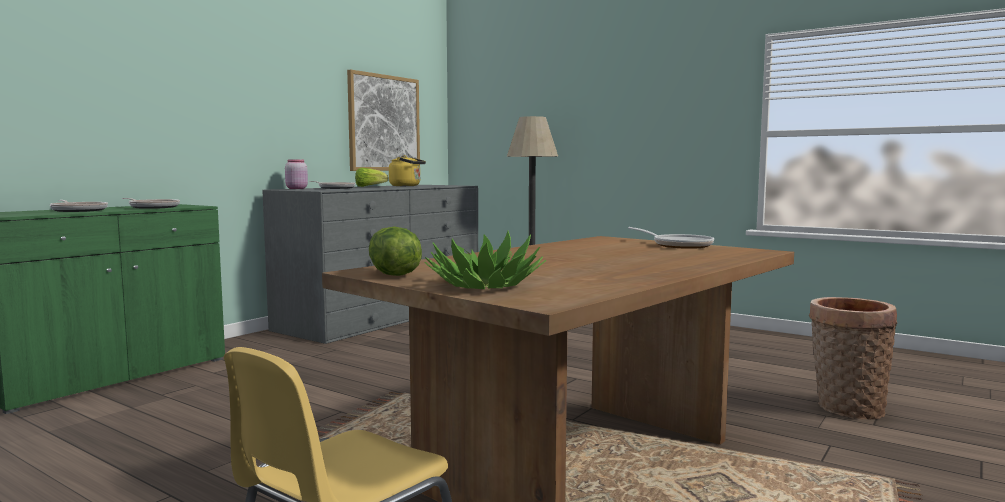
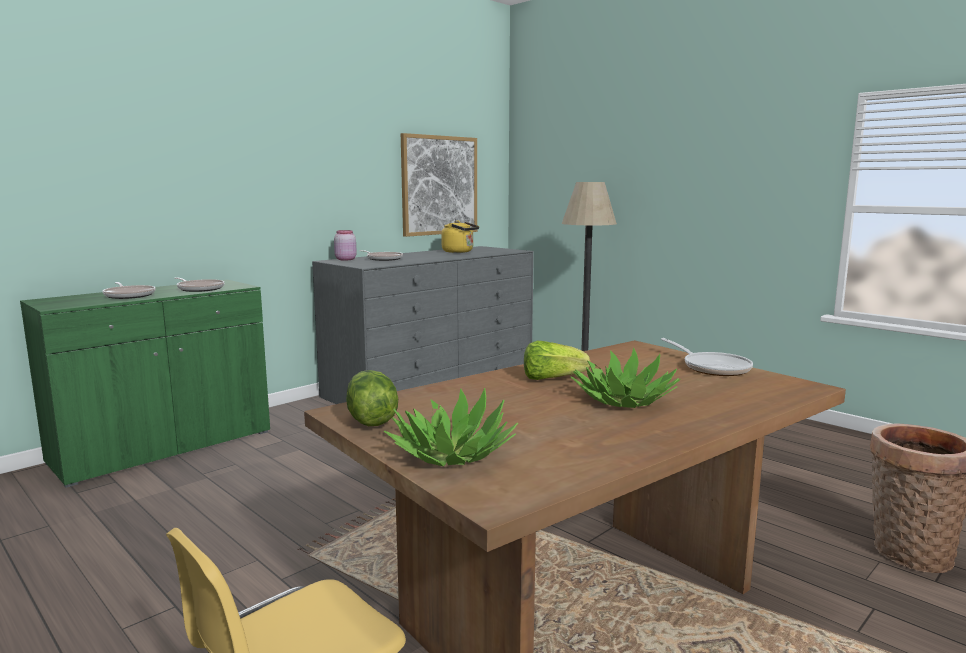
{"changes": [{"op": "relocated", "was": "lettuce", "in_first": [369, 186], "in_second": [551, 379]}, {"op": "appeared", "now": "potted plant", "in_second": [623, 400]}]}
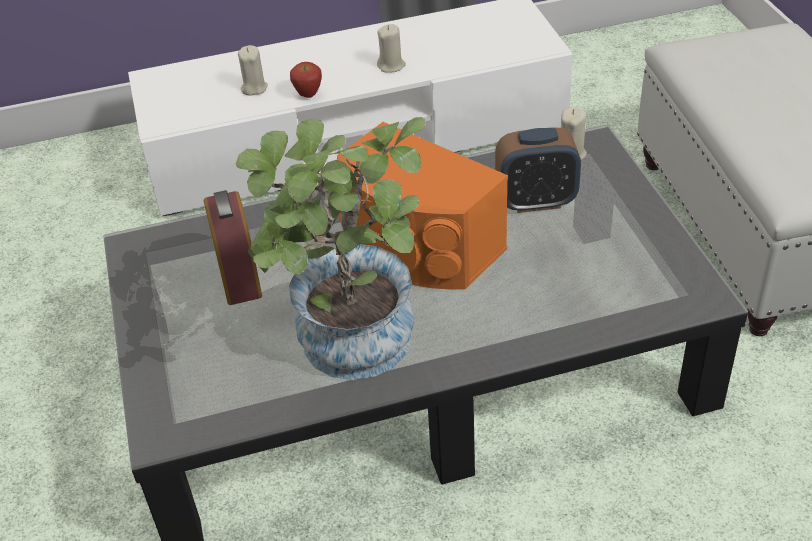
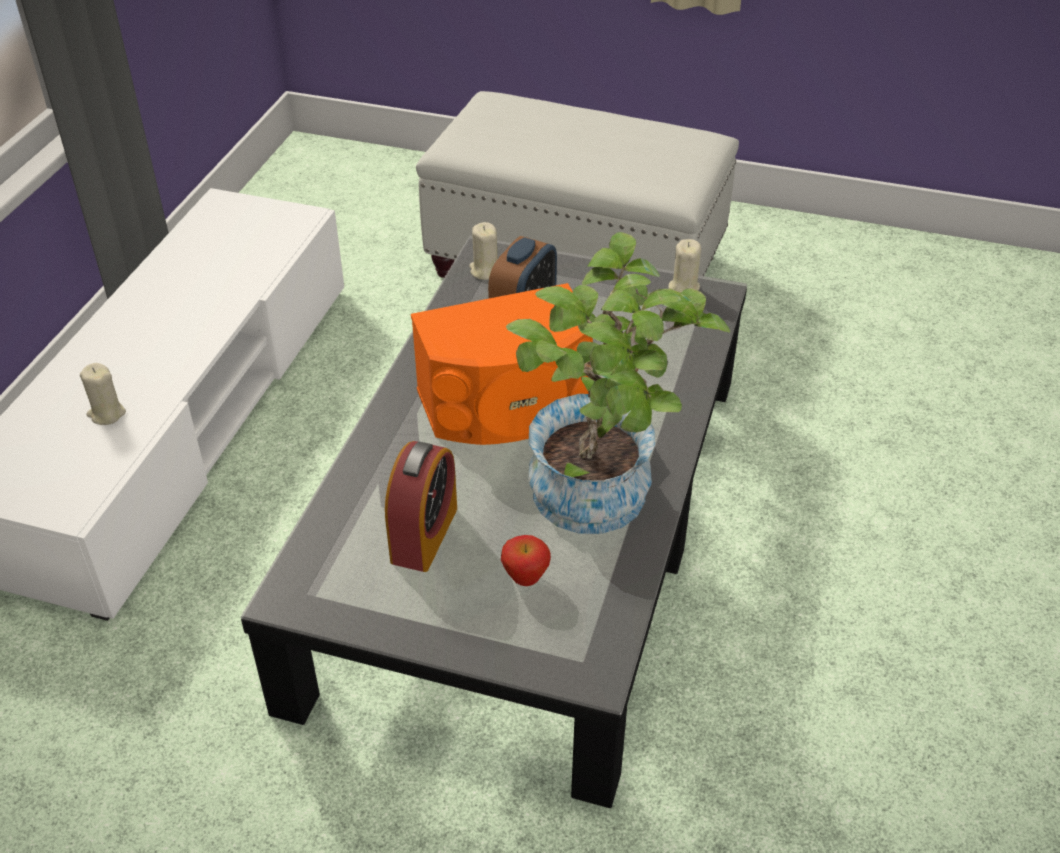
{"changes": [{"op": "relocated", "was": "candle (beige)", "in_first": [391, 66], "in_second": [683, 287]}, {"op": "relocated", "was": "apple", "in_first": [308, 95], "in_second": [525, 579]}, {"op": "spun", "was": "alarm clock", "in_first": [238, 275], "in_second": [424, 534], "clockwise": 90}]}
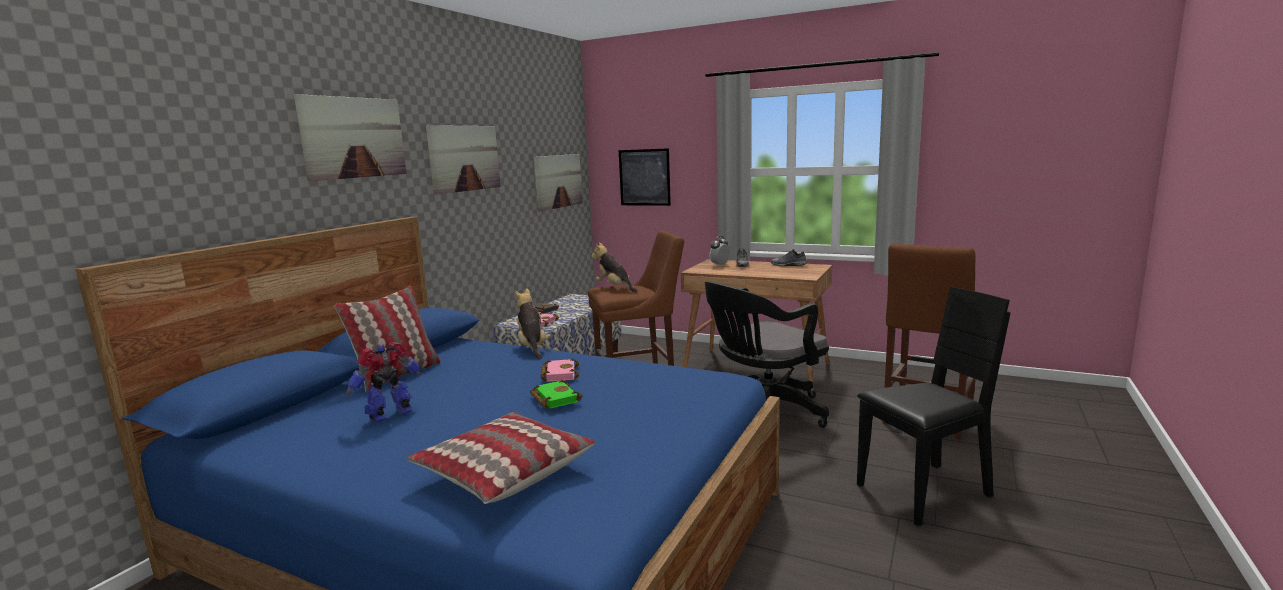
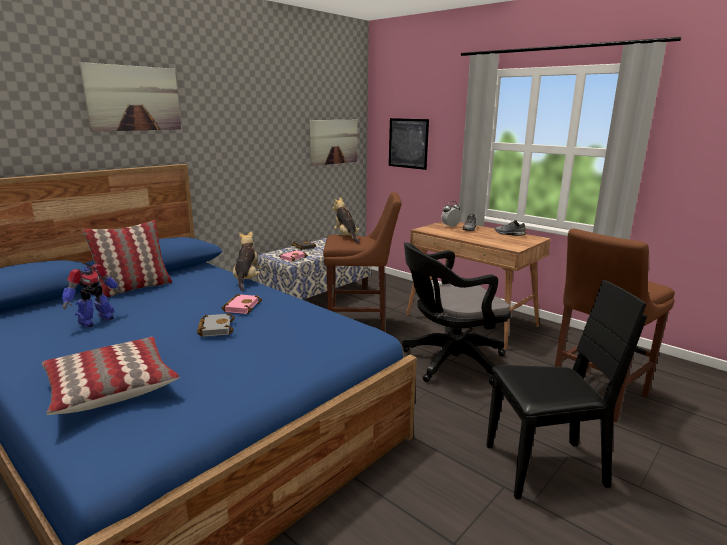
{"changes": [{"op": "missing", "was": "picture", "in_first": [464, 158]}, {"op": "spun", "was": "toy robot", "in_first": [391, 414], "in_second": [95, 320], "clockwise": 150}, {"op": "colour", "was": "book (green)", "now": "book (grey)", "in_first": [553, 398], "in_second": [215, 328]}]}
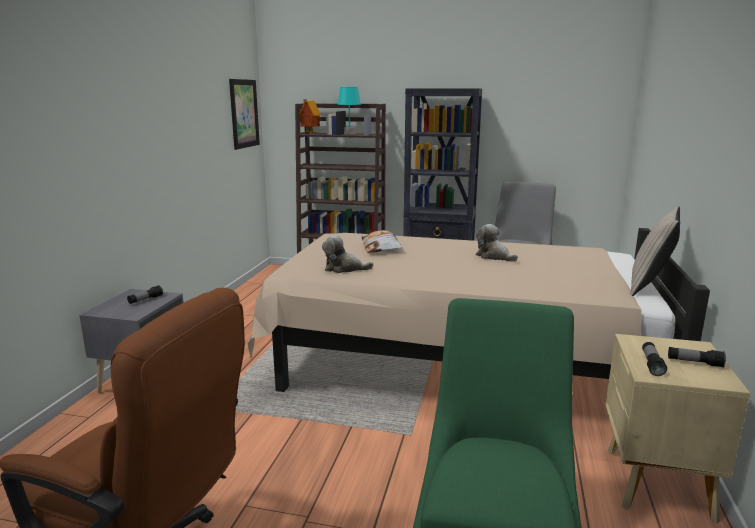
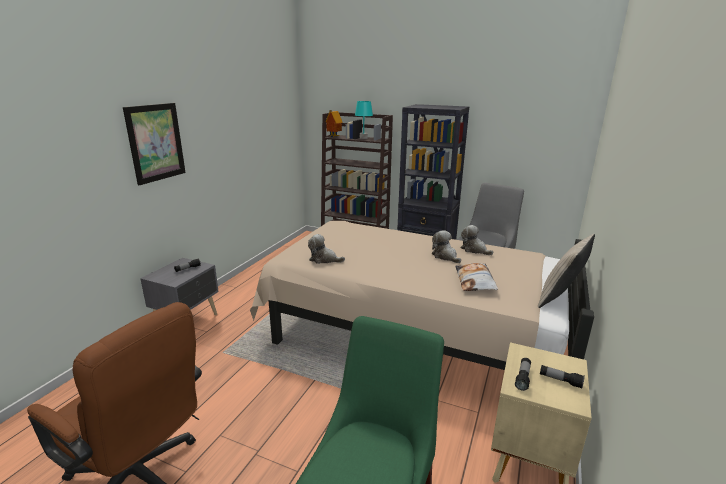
{"changes": [{"op": "relocated", "was": "picture", "in_first": [244, 113], "in_second": [156, 142]}, {"op": "relocated", "was": "pillow", "in_first": [381, 247], "in_second": [475, 281]}, {"op": "appeared", "now": "plush toy", "in_second": [474, 250]}]}
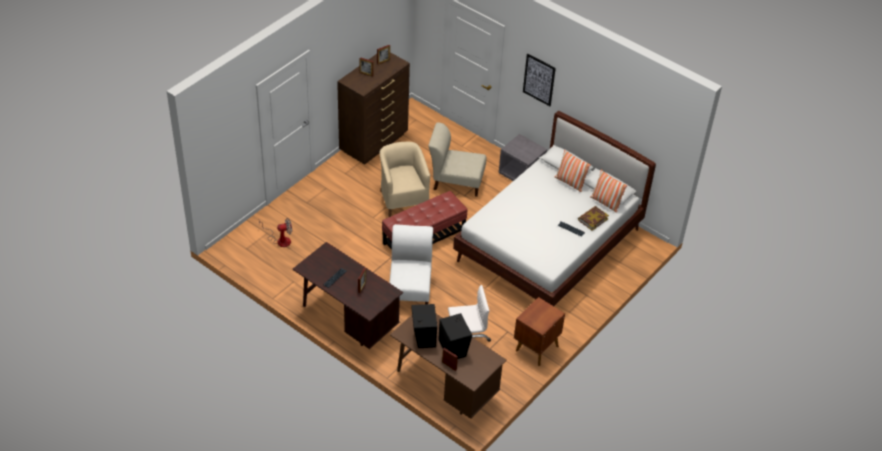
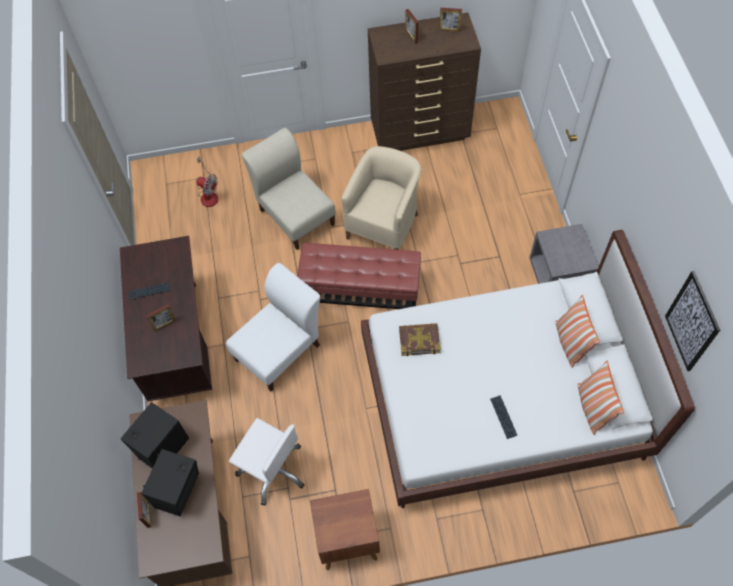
{"changes": [{"op": "relocated", "was": "picture", "in_first": [539, 79], "in_second": [692, 322]}, {"op": "relocated", "was": "chair (beige)", "in_first": [456, 181], "in_second": [295, 215]}, {"op": "relocated", "was": "book", "in_first": [592, 219], "in_second": [419, 340]}]}
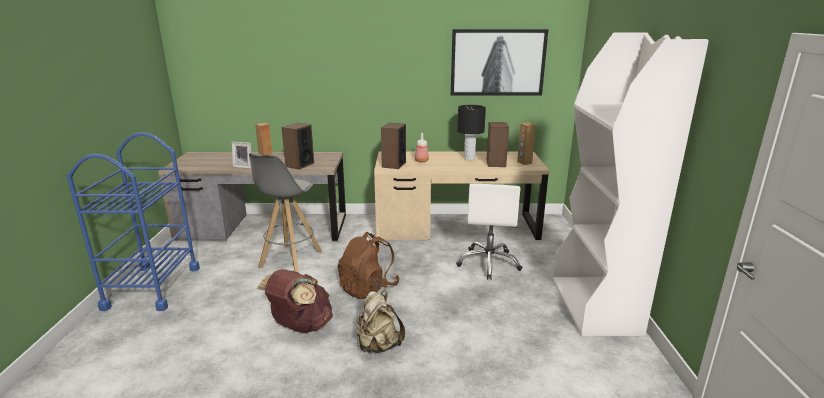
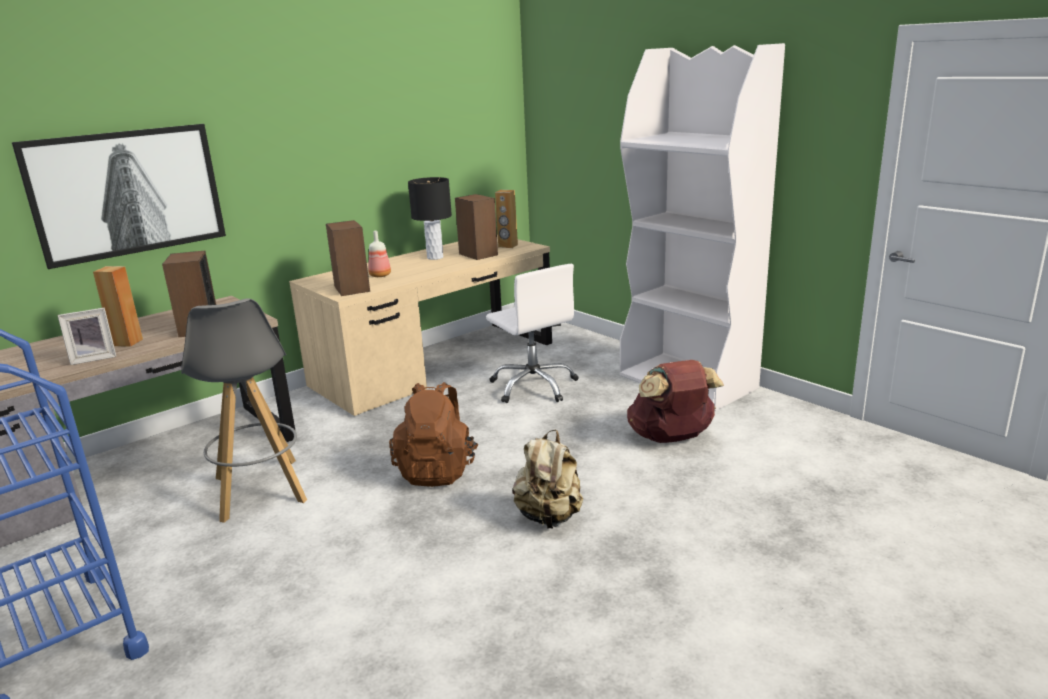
{"changes": [{"op": "relocated", "was": "picture", "in_first": [498, 63], "in_second": [128, 193]}, {"op": "relocated", "was": "backpack (brown)", "in_first": [300, 326], "in_second": [671, 438]}]}
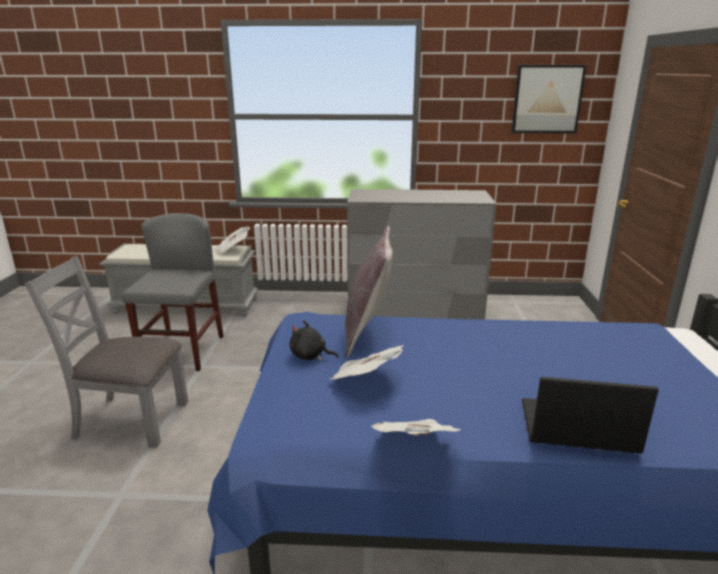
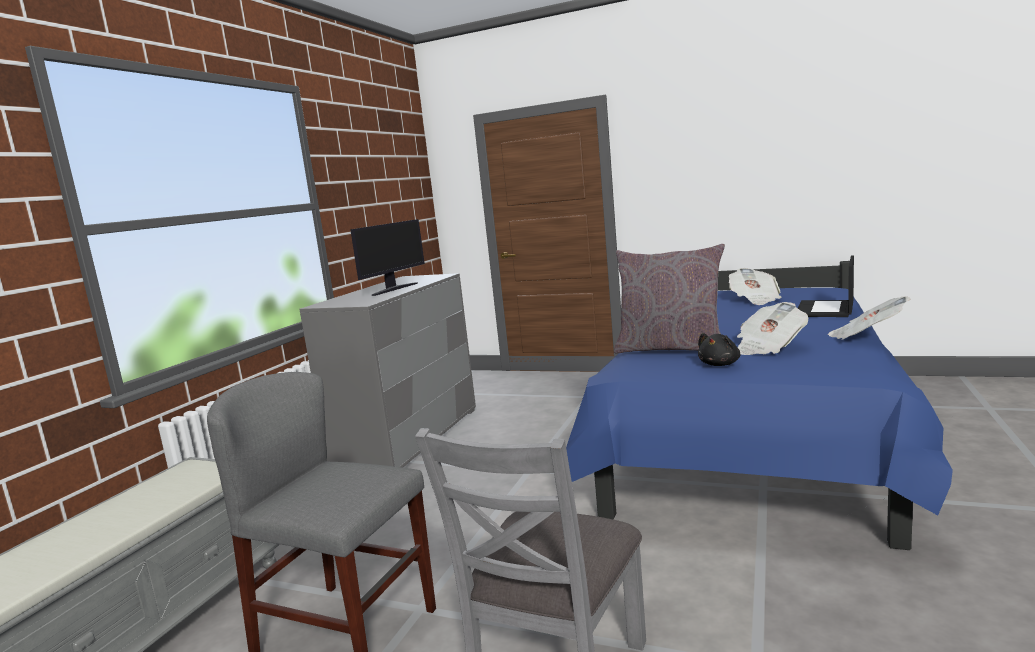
{"changes": [{"op": "missing", "was": "picture", "in_first": [547, 99]}, {"op": "relocated", "was": "newspaper", "in_first": [231, 250], "in_second": [754, 300]}, {"op": "appeared", "now": "monitor", "in_second": [394, 289]}]}
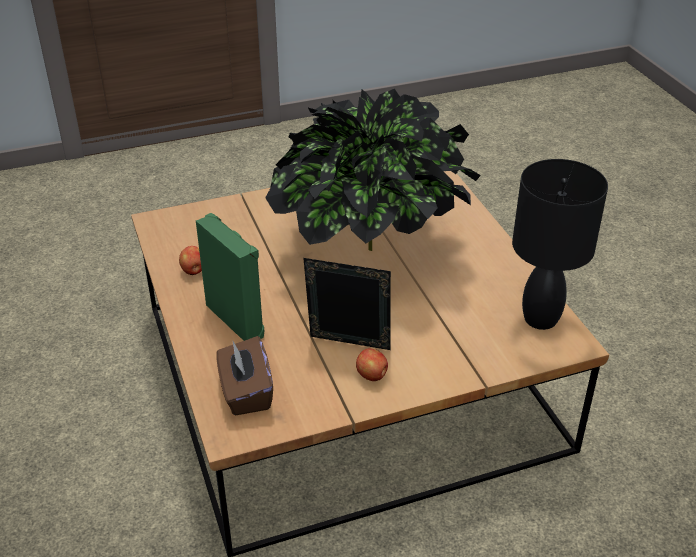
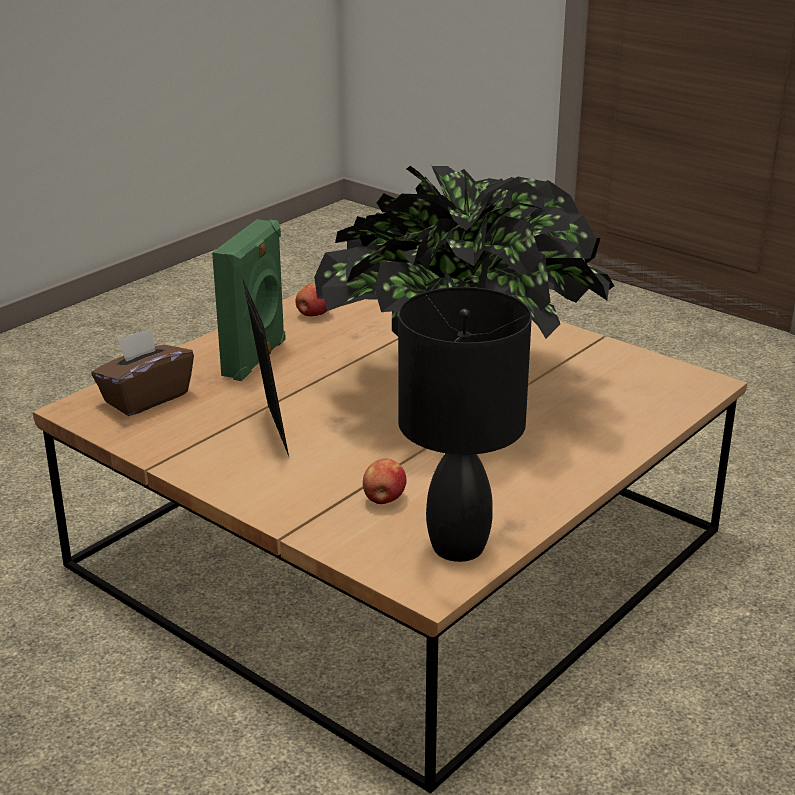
{"changes": [{"op": "relocated", "was": "apple", "in_first": [372, 376], "in_second": [383, 499]}]}
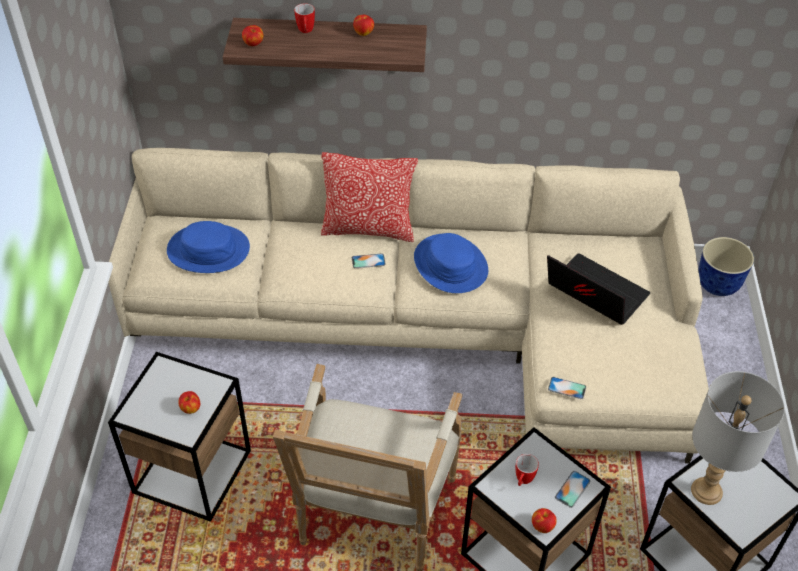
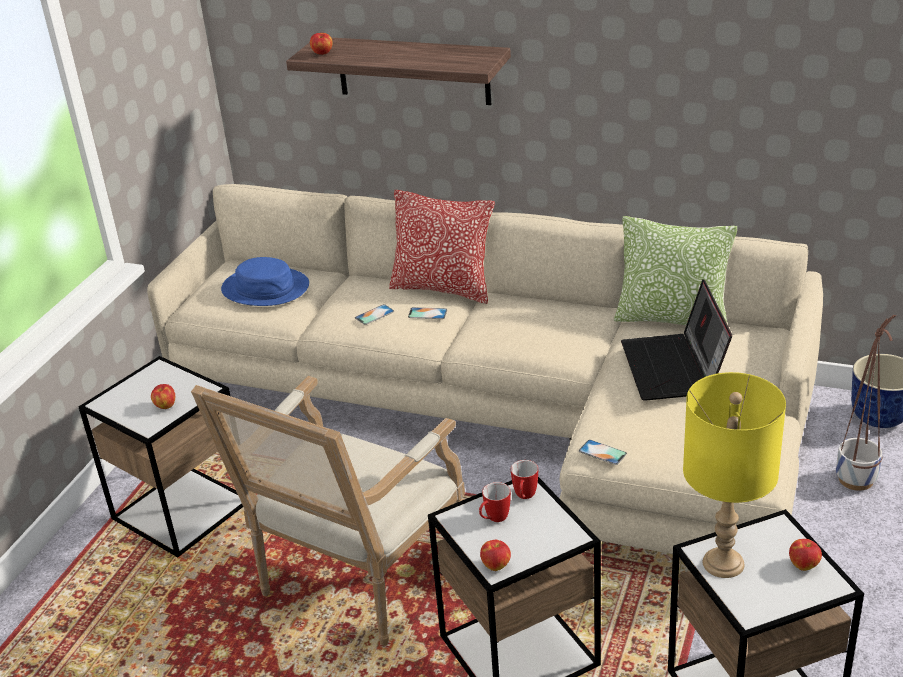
{"changes": [{"op": "relocated", "was": "mug", "in_first": [306, 32], "in_second": [524, 497]}, {"op": "relocated", "was": "apple", "in_first": [364, 33], "in_second": [804, 565]}, {"op": "missing", "was": "hat (blue)", "in_first": [450, 265]}, {"op": "spun", "was": "laptop", "in_first": [593, 294], "in_second": [674, 368], "clockwise": -150}, {"op": "colour", "was": "table lamp (grey)", "now": "table lamp (yellow)", "in_first": [706, 491], "in_second": [722, 563]}, {"op": "relocated", "was": "phone", "in_first": [572, 489], "in_second": [374, 315]}, {"op": "appeared", "now": "pillow", "in_second": [672, 319]}, {"op": "appeared", "now": "planter", "in_second": [856, 479]}]}
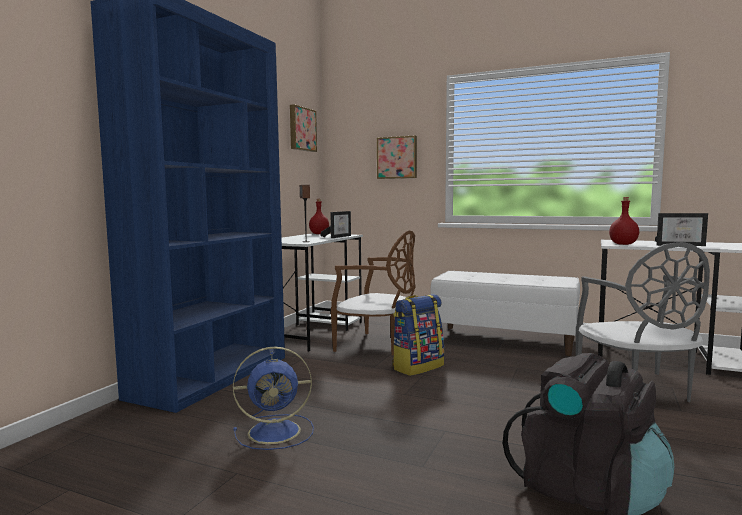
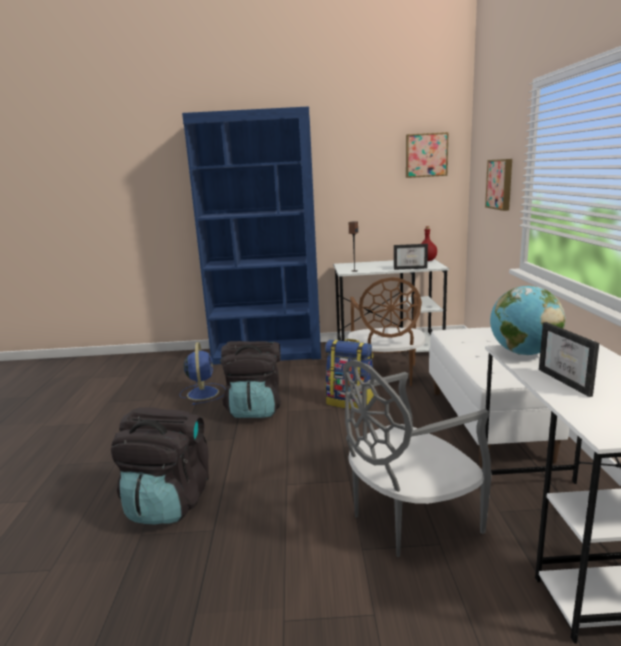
{"changes": [{"op": "exchanged", "was": "bottle (red)", "now": "globe", "in_first": [623, 244], "in_second": [523, 353]}, {"op": "spun", "was": "fan (blue)", "in_first": [277, 431], "in_second": [203, 393], "clockwise": -150}, {"op": "appeared", "now": "backpack (black)", "in_second": [255, 409]}]}
